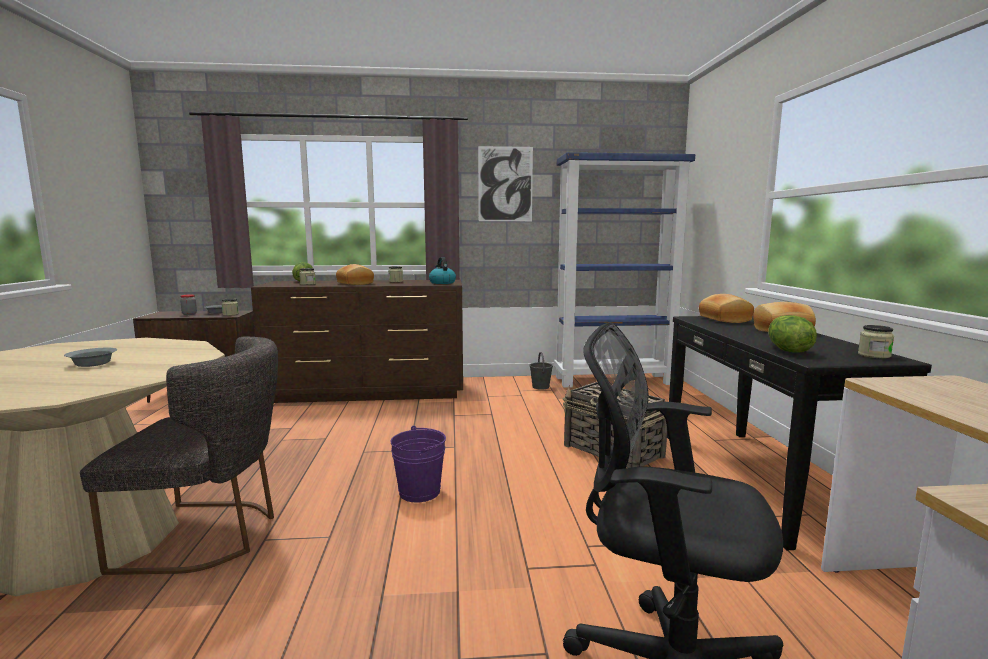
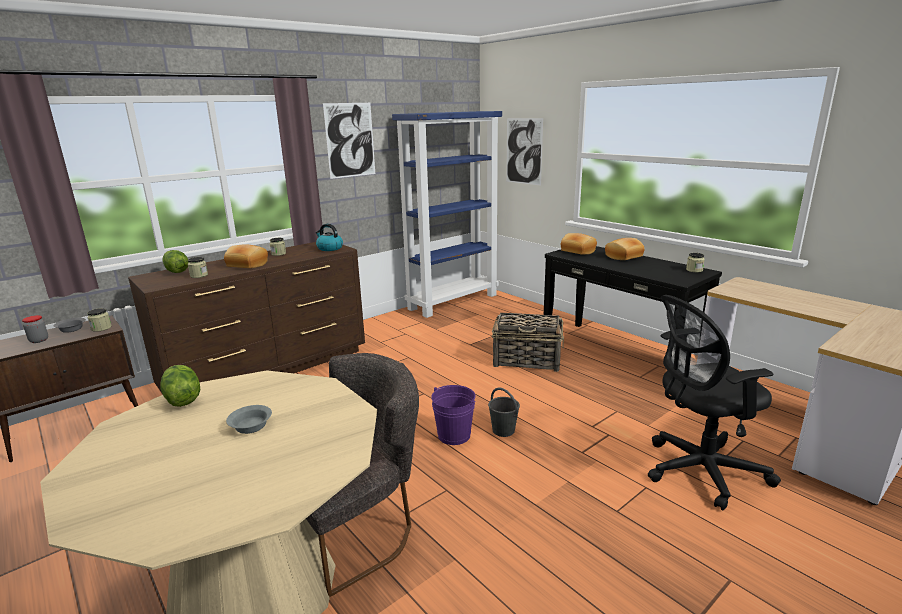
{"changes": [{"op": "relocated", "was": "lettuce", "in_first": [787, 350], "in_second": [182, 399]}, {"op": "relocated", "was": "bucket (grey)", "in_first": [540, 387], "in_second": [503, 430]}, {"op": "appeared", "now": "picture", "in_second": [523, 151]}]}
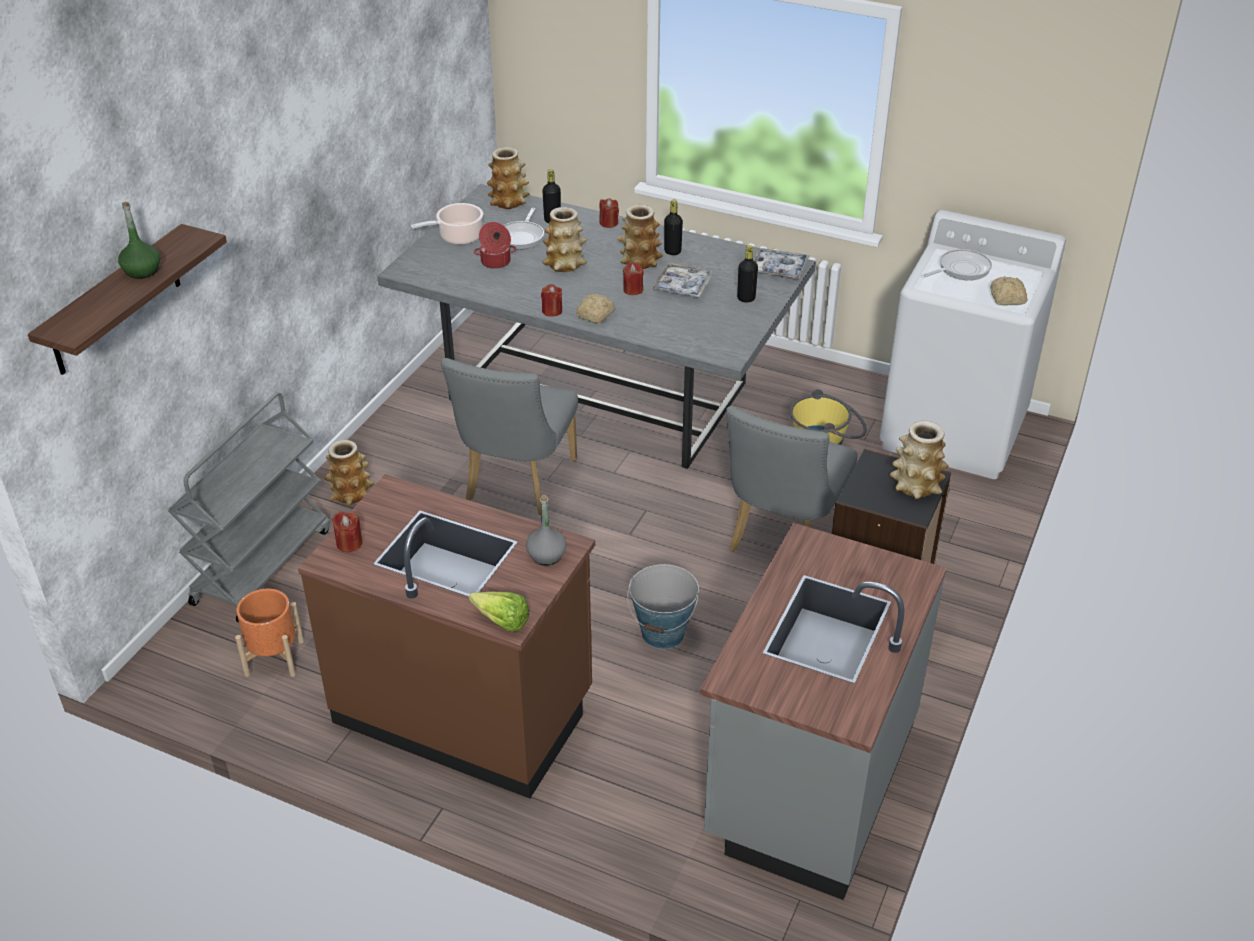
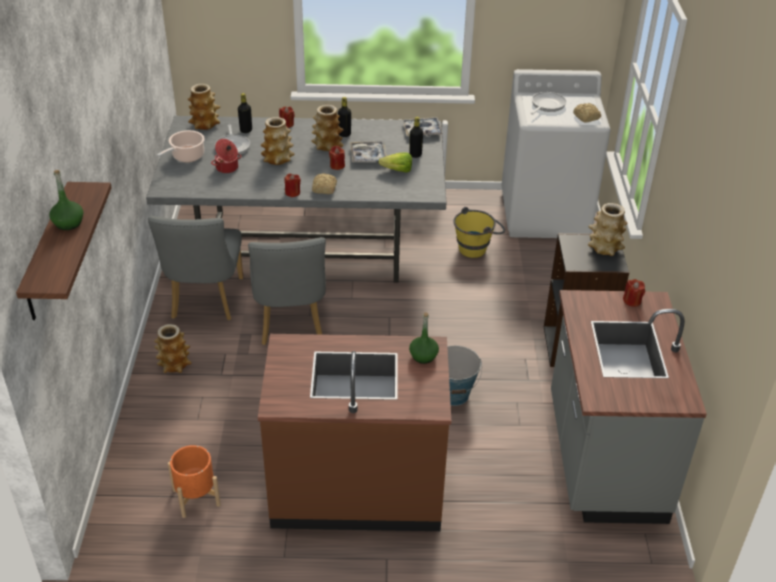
{"changes": [{"op": "missing", "was": "cart (grey)", "in_first": [262, 565]}, {"op": "relocated", "was": "chair (grey)", "in_first": [782, 540], "in_second": [205, 302]}, {"op": "colour", "was": "bottle (grey)", "now": "bottle (green)", "in_first": [546, 555], "in_second": [423, 356]}, {"op": "relocated", "was": "candle (red)", "in_first": [349, 543], "in_second": [632, 301]}, {"op": "relocated", "was": "lettuce", "in_first": [498, 619], "in_second": [394, 170]}]}
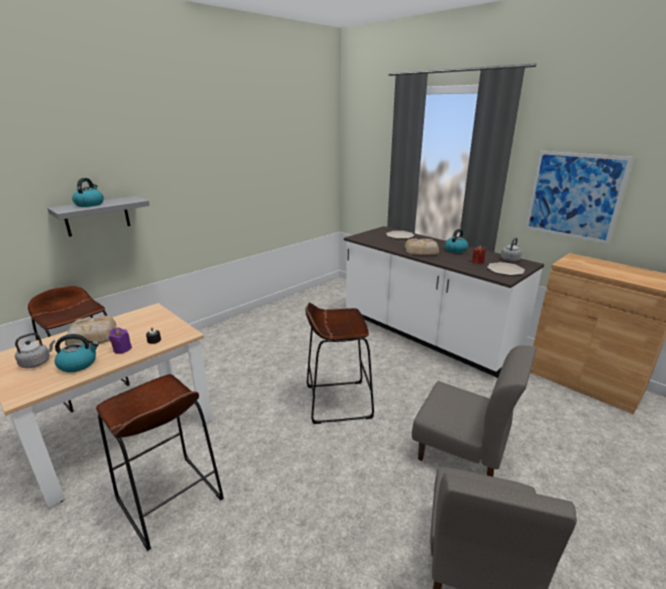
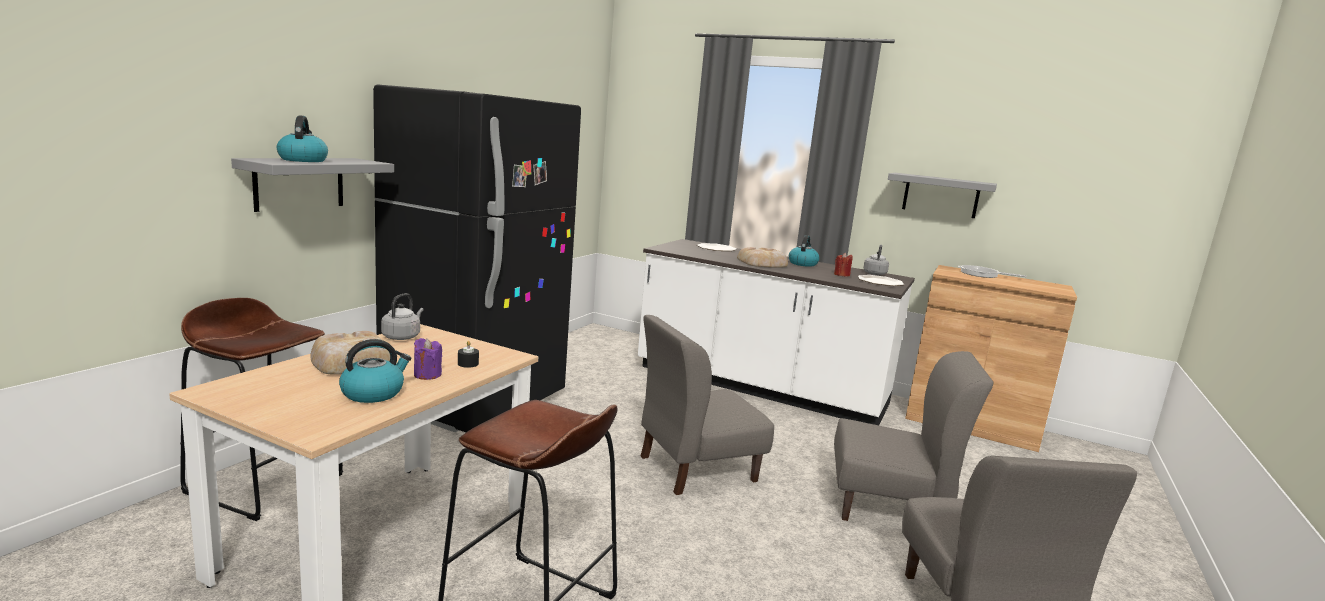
{"changes": [{"op": "exchanged", "was": "picture", "now": "shelf (grey)", "in_first": [574, 196], "in_second": [941, 195]}, {"op": "exchanged", "was": "stool (brown)", "now": "chair (grey)", "in_first": [338, 401], "in_second": [696, 468]}, {"op": "relocated", "was": "kettle (grey)", "in_first": [37, 362], "in_second": [402, 336]}, {"op": "appeared", "now": "fridge (black)", "in_second": [476, 401]}, {"op": "appeared", "now": "frying pan", "in_second": [982, 274]}]}
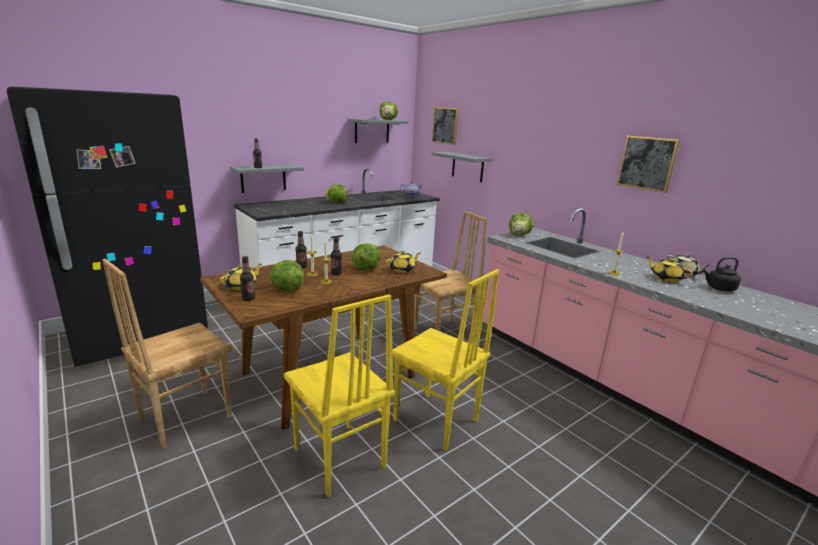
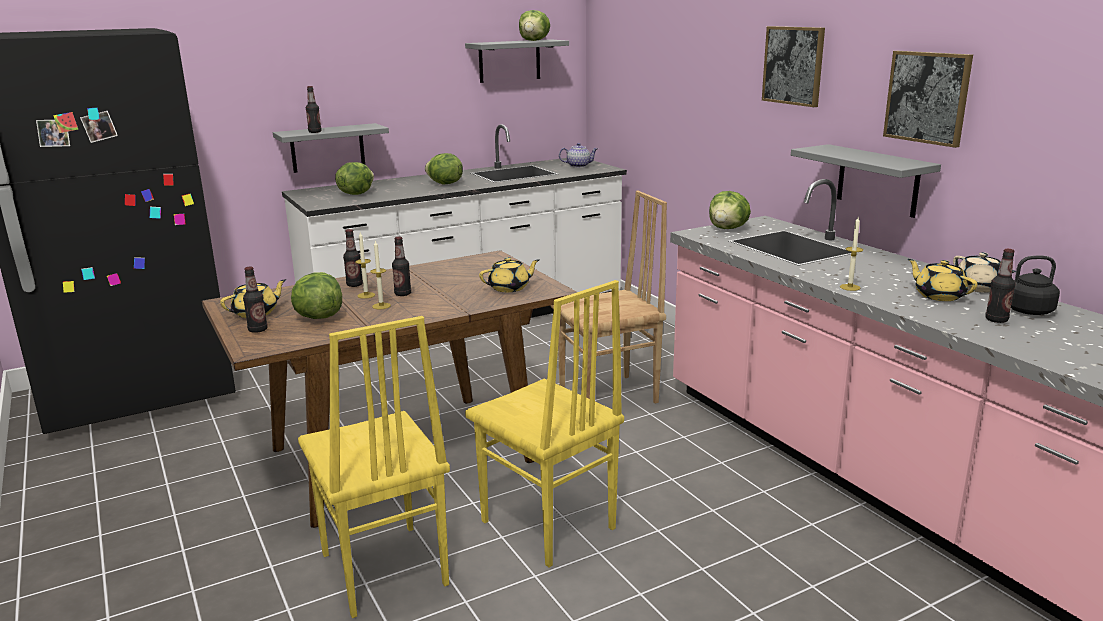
{"changes": [{"op": "relocated", "was": "picture", "in_first": [445, 125], "in_second": [793, 65]}, {"op": "relocated", "was": "shelf (grey)", "in_first": [467, 167], "in_second": [877, 180]}, {"op": "relocated", "was": "lettuce", "in_first": [366, 268], "in_second": [355, 194]}, {"op": "missing", "was": "chair (brown)", "in_first": [184, 417]}, {"op": "appeared", "now": "bottle", "in_second": [996, 320]}]}
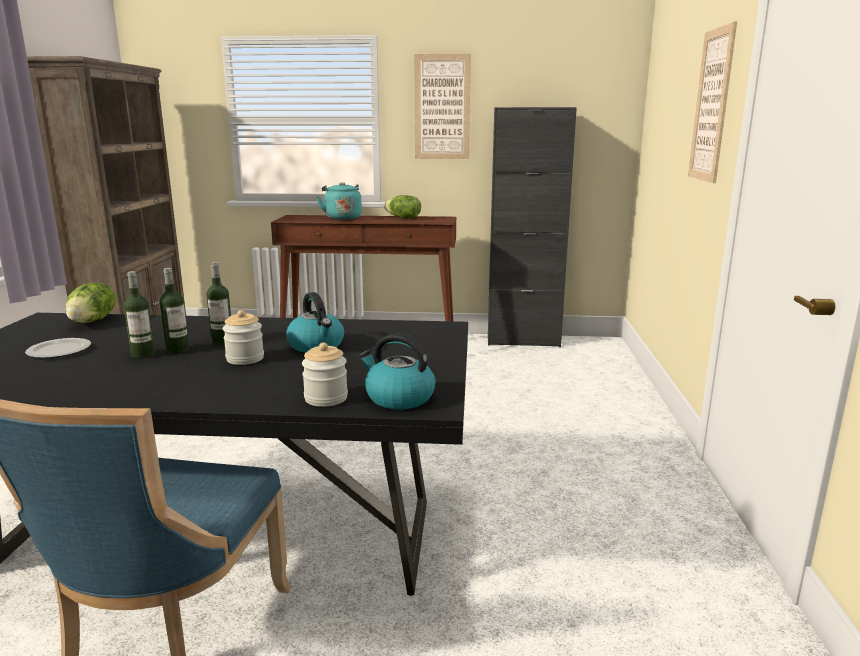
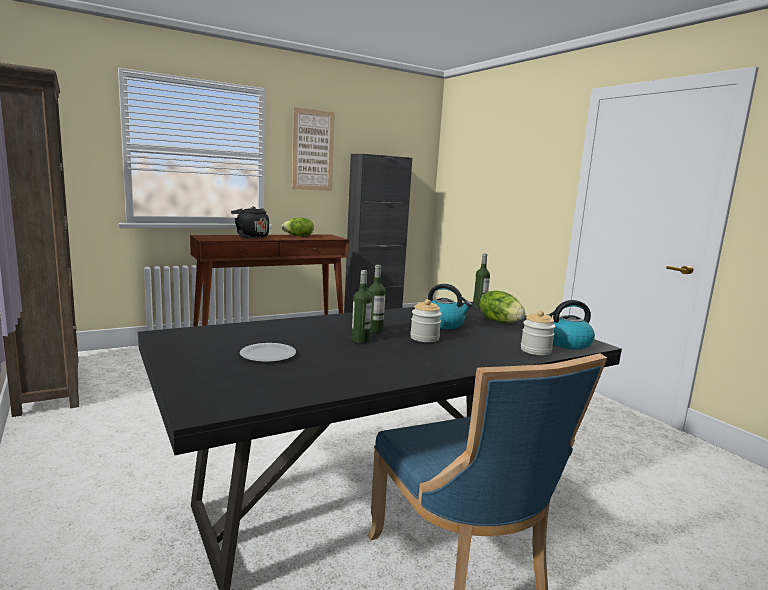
{"changes": [{"op": "missing", "was": "picture", "in_first": [711, 106]}, {"op": "colour", "was": "kettle (turquoise)", "now": "kettle (black)", "in_first": [342, 218], "in_second": [251, 237]}, {"op": "relocated", "was": "bottle", "in_first": [143, 354], "in_second": [479, 306]}, {"op": "relocated", "was": "lettuce", "in_first": [93, 321], "in_second": [500, 321]}]}
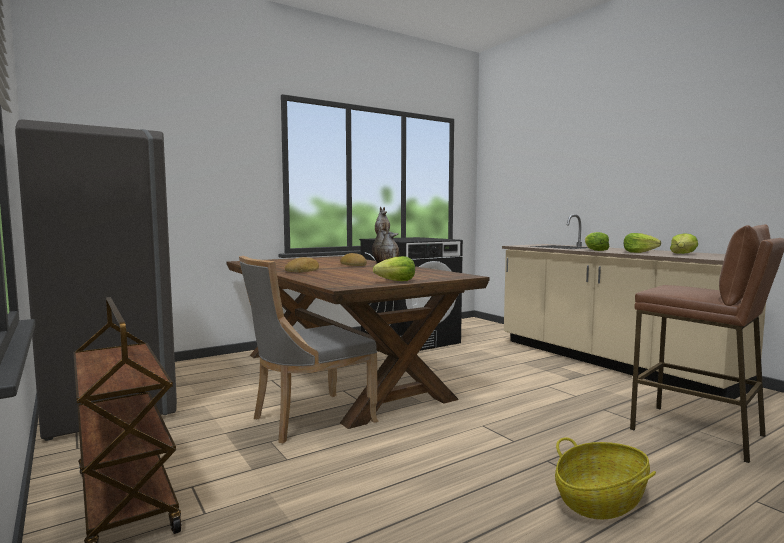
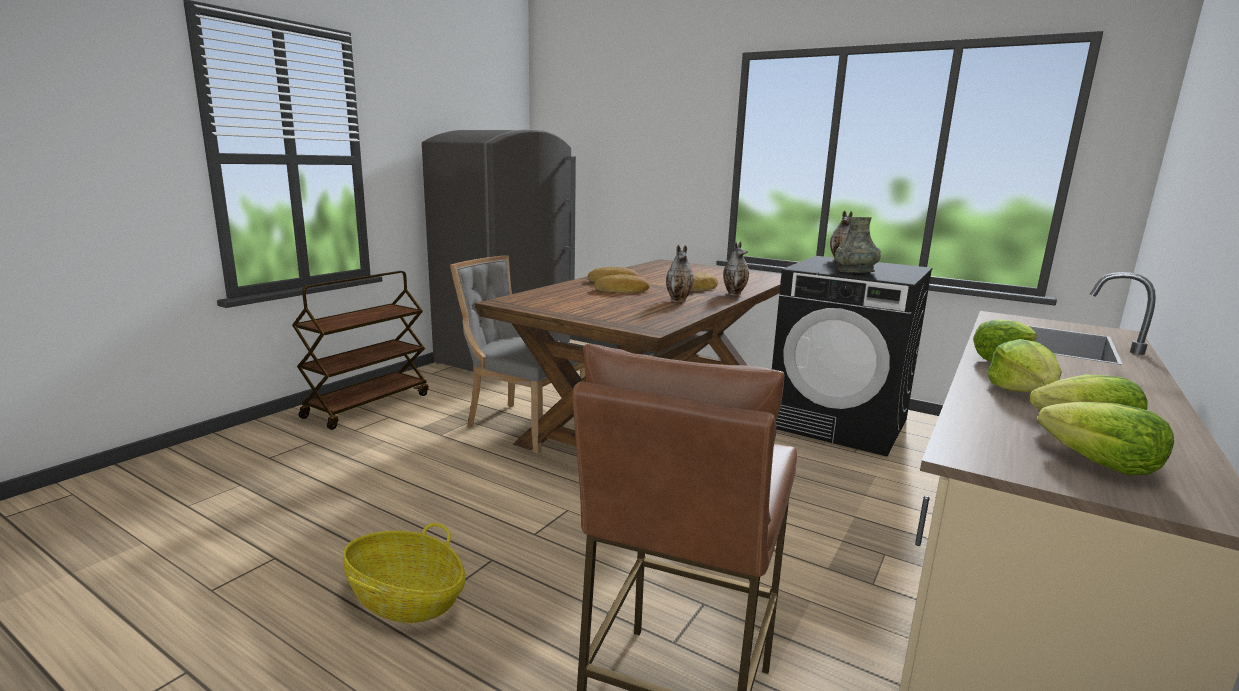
{"changes": [{"op": "relocated", "was": "lettuce", "in_first": [396, 281], "in_second": [1101, 464]}, {"op": "appeared", "now": "vase (grey)", "in_second": [855, 271]}, {"op": "appeared", "now": "bread", "in_second": [622, 290]}]}
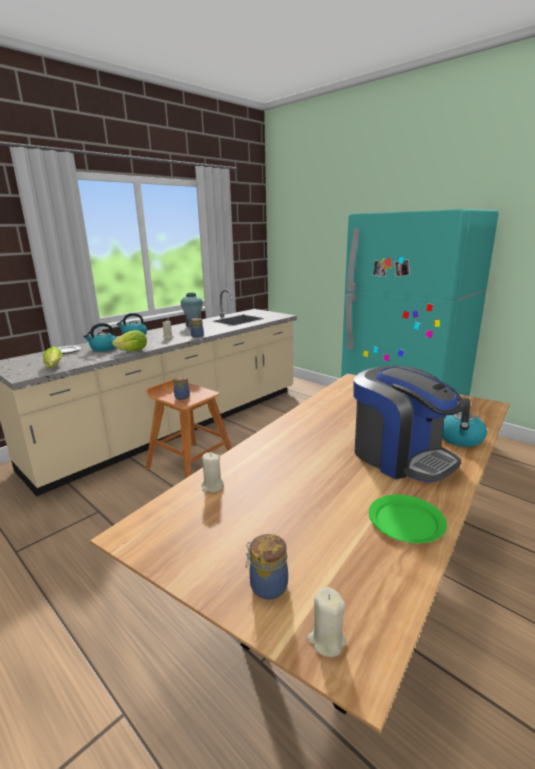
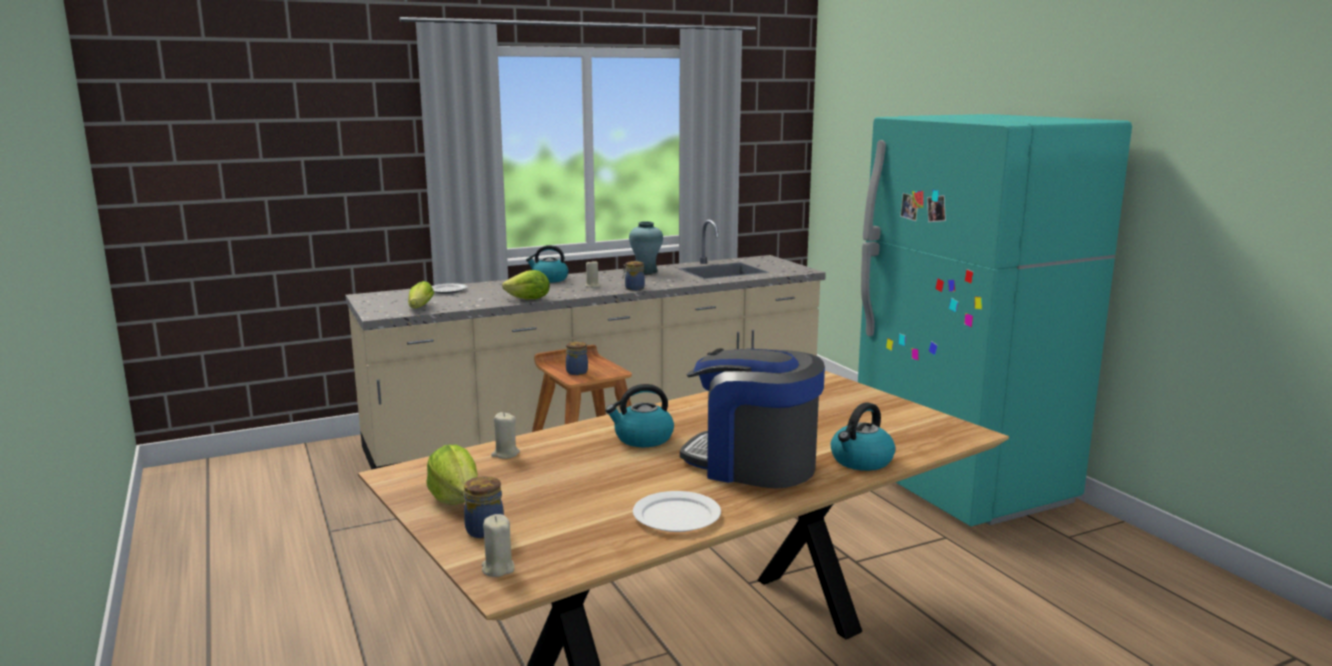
{"changes": [{"op": "relocated", "was": "kettle", "in_first": [104, 348], "in_second": [642, 439]}, {"op": "spun", "was": "coffee machine", "in_first": [400, 456], "in_second": [752, 464], "clockwise": 135}, {"op": "colour", "was": "plate (green)", "now": "plate (white)", "in_first": [406, 521], "in_second": [677, 516]}, {"op": "appeared", "now": "lettuce", "in_second": [455, 498]}]}
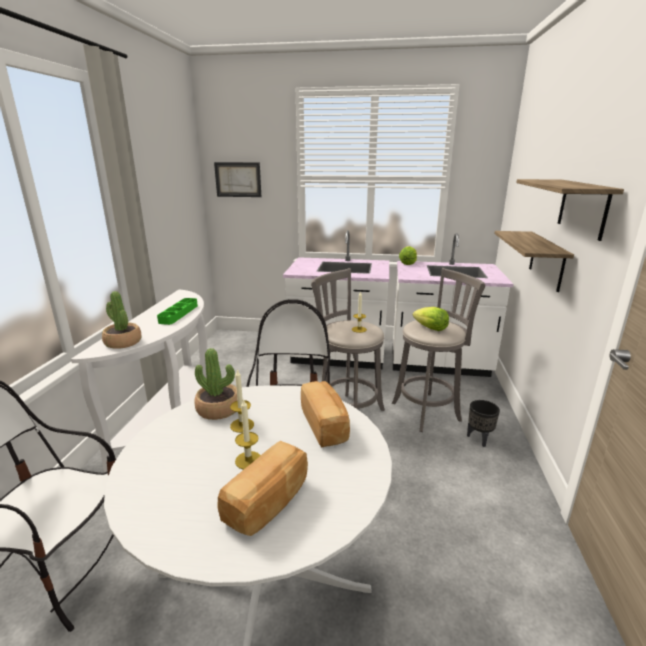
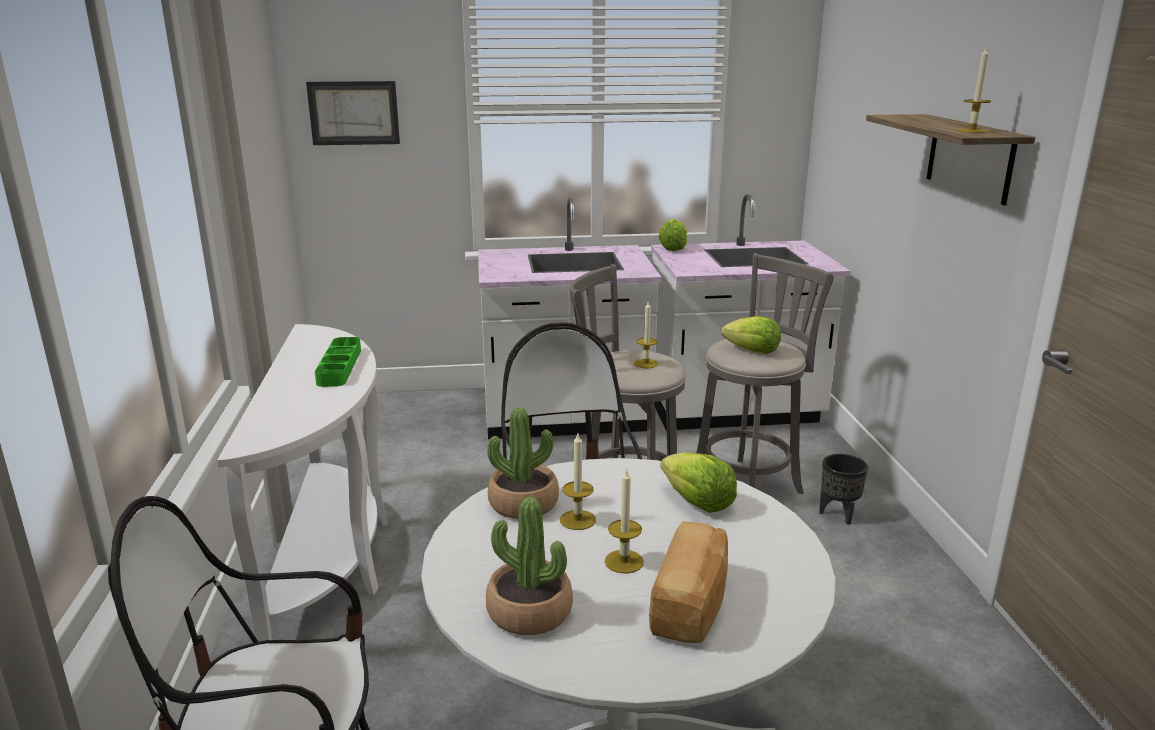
{"changes": [{"op": "missing", "was": "shelf", "in_first": [547, 260]}, {"op": "relocated", "was": "potted plant", "in_first": [123, 342], "in_second": [529, 612]}, {"op": "exchanged", "was": "bread", "now": "lettuce", "in_first": [325, 425], "in_second": [697, 502]}, {"op": "appeared", "now": "candle", "in_second": [972, 131]}]}
